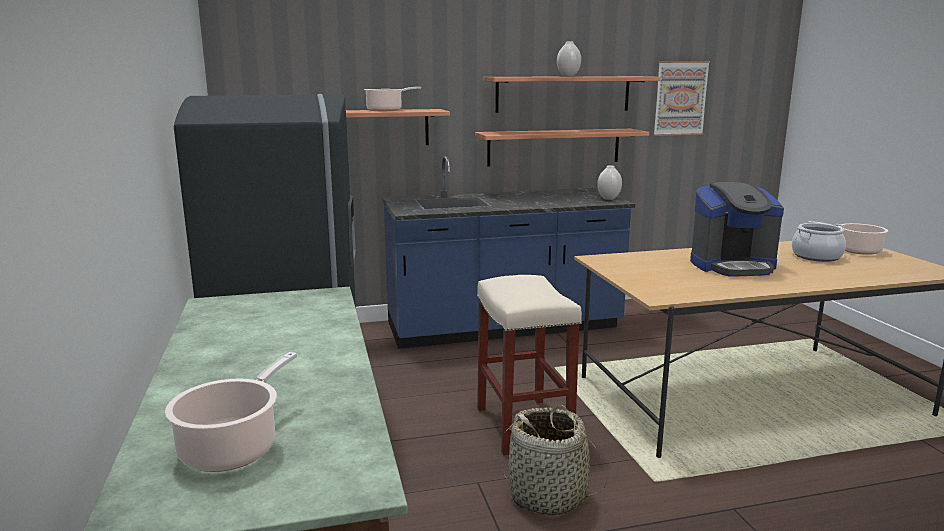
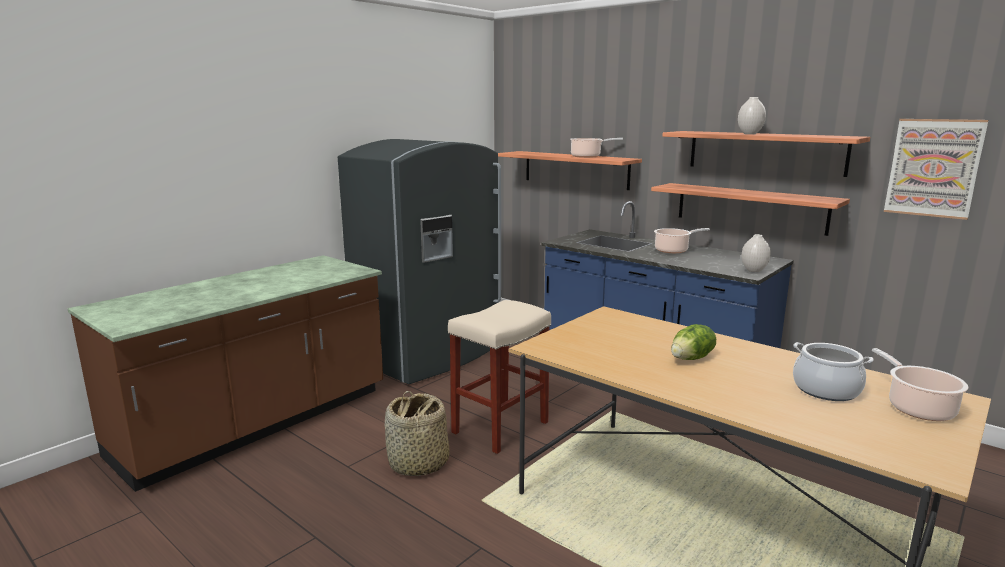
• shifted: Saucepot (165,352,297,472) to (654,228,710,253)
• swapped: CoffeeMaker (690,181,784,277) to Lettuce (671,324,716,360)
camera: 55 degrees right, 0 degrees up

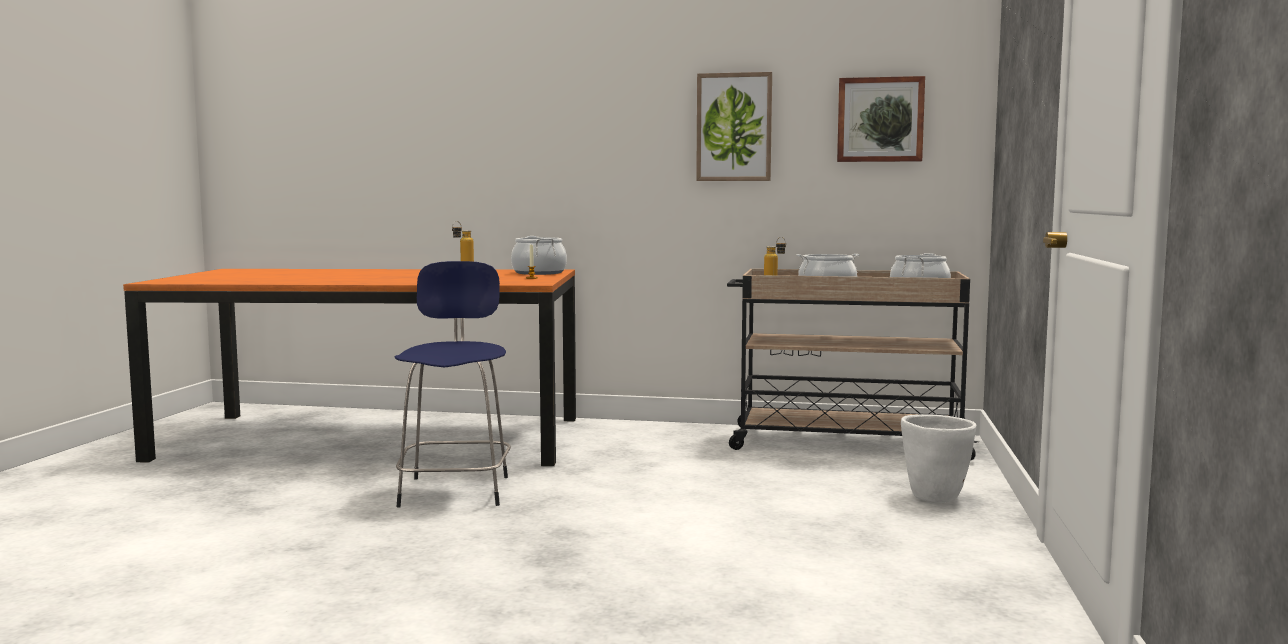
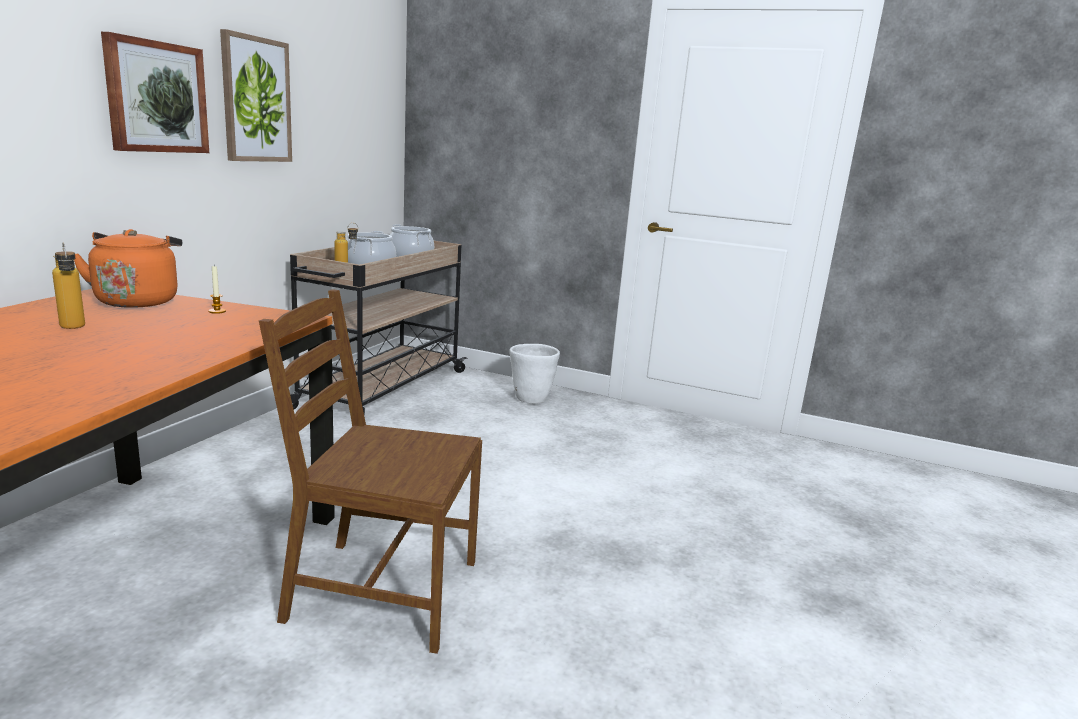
• swapped: Saucepot (511,236,567,275) to OrangeColouredKettle (74,229,182,308)
• shifted: WallArt (837,76,925,162) to (101,32,209,153)
• swapped: BlueStoolSeat (394,261,511,508) to BrownishUprightChair (259,289,482,654)
camera: 80 degrees left, 10 degrees up

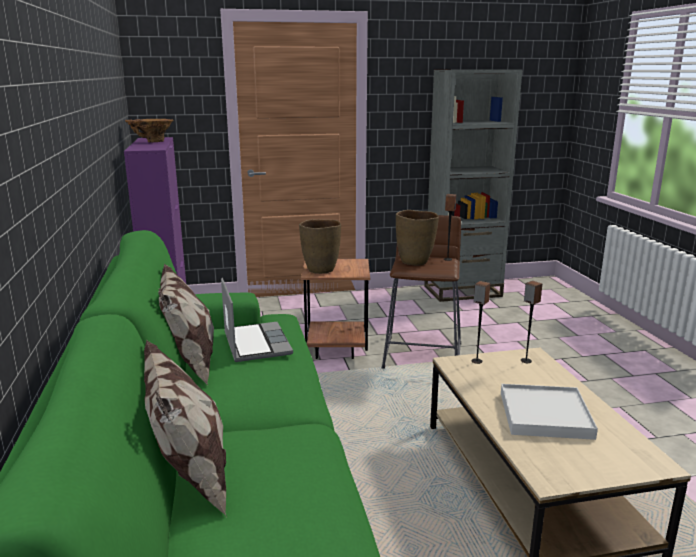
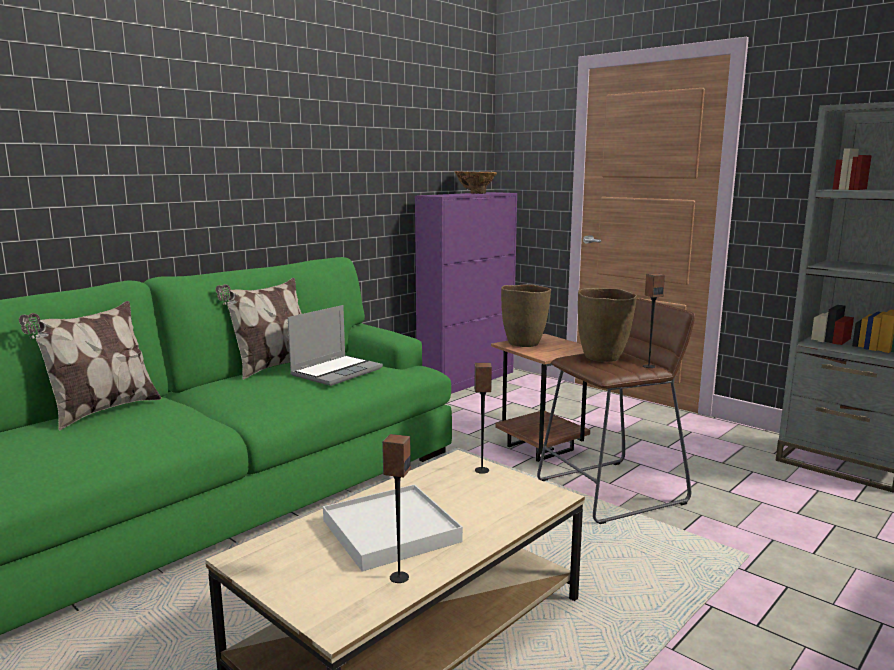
• shifted: Speaker (521,281,542,363) to (382,434,411,583)
camera: 55 degrees right, 5 degrees down

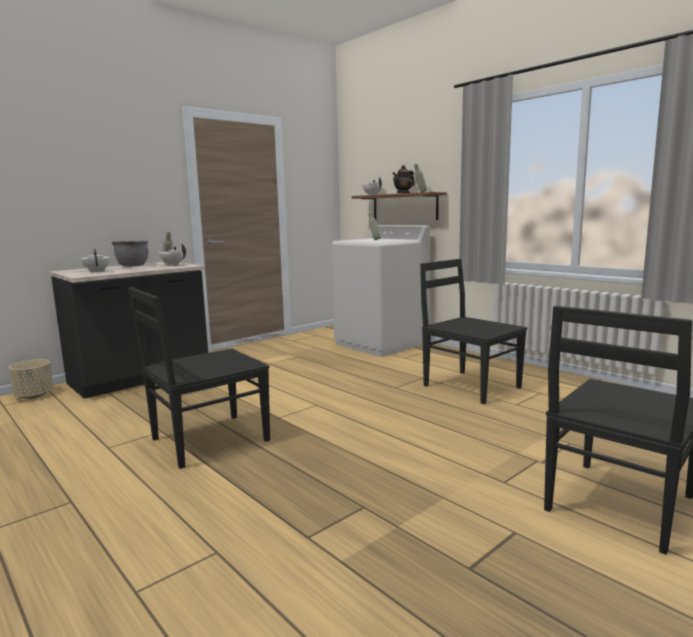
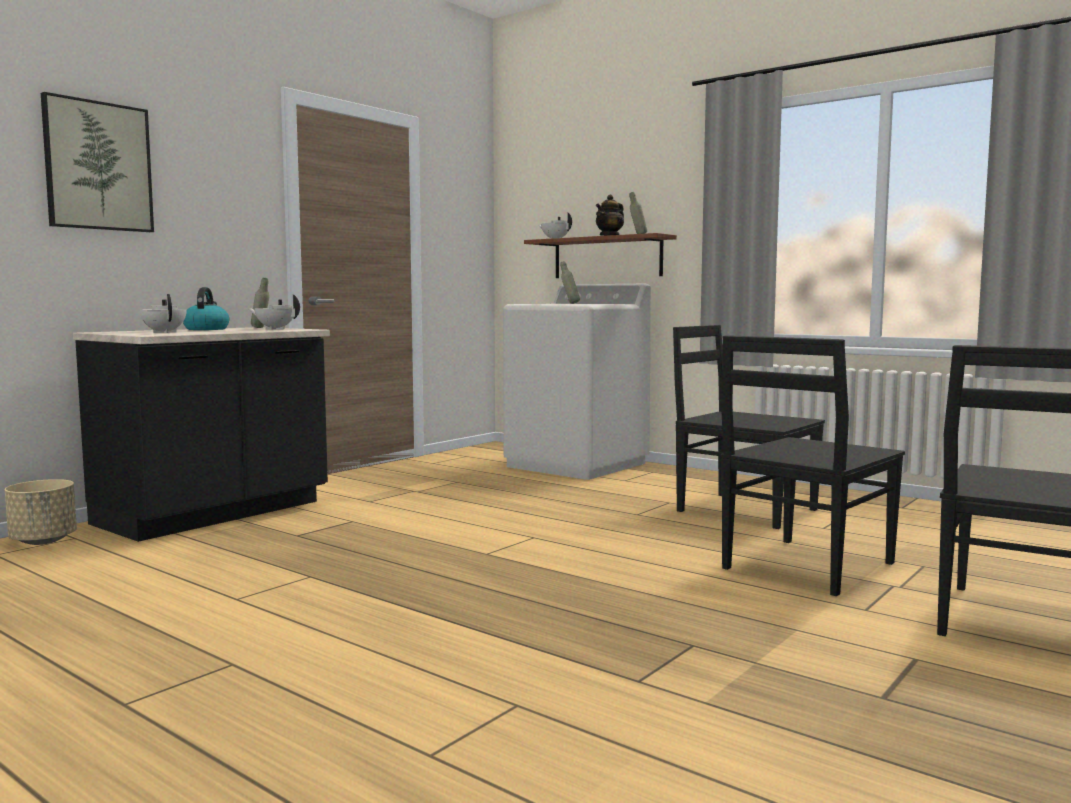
• new: WallArt (41,92,154,232)
• swapped: GreySaucepot (111,241,149,266) to Kettle (183,287,229,330)
• shifted: BlackishUprightChair (128,287,270,469) to (721,335,905,596)
camera: 10 degrees left, 5 degrees down

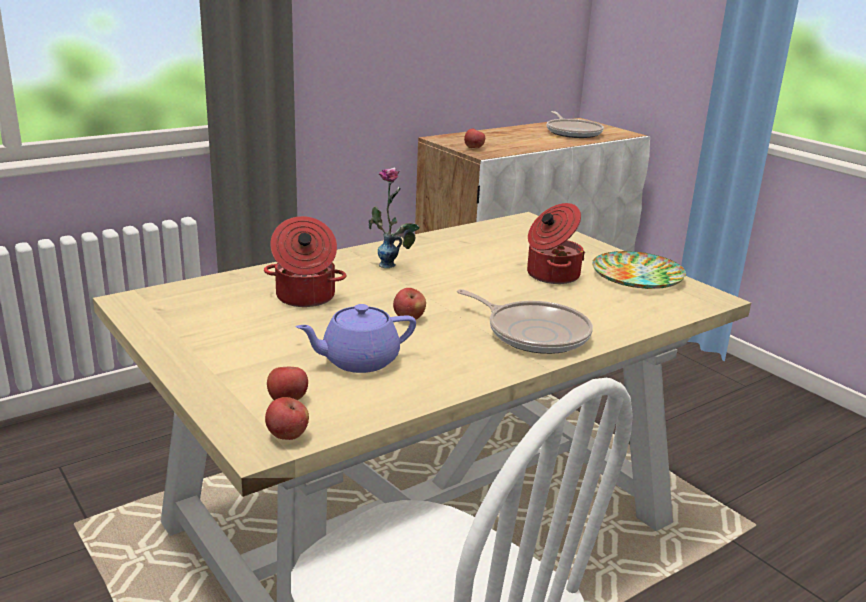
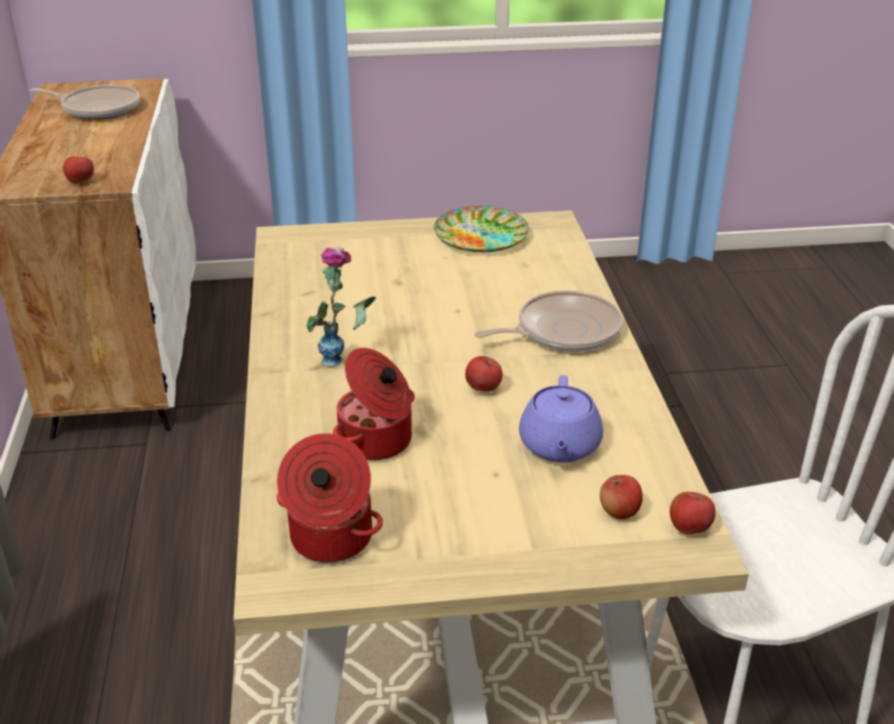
• shifted: Saucepot (527,203,585,284) to (277,433,383,563)
camera: 60 degrees left, 10 degrees up

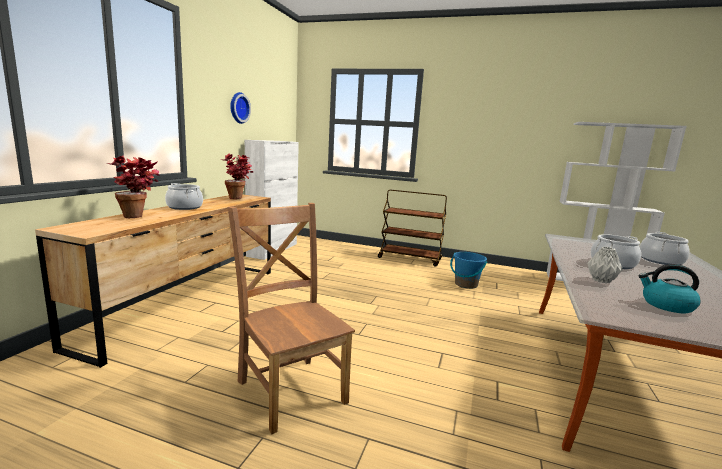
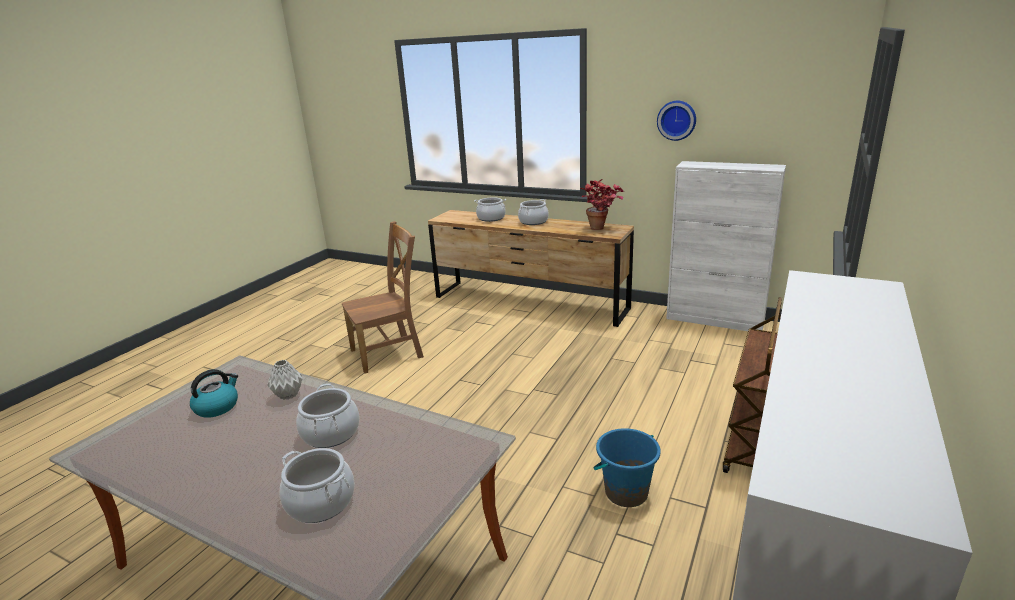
• swapped: Houseplant (108,155,159,218) to Saucepot (474,197,506,222)
camera: 100 degrees right, 10 degrees up

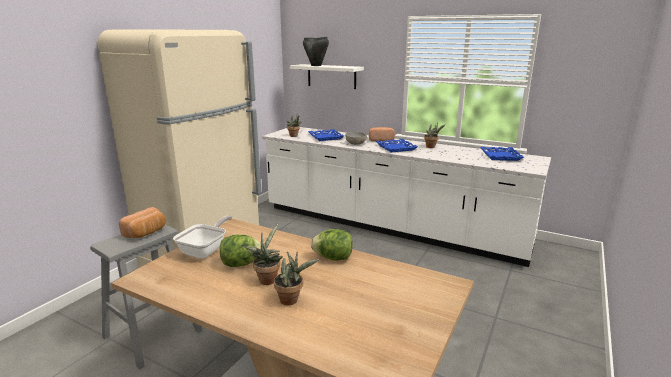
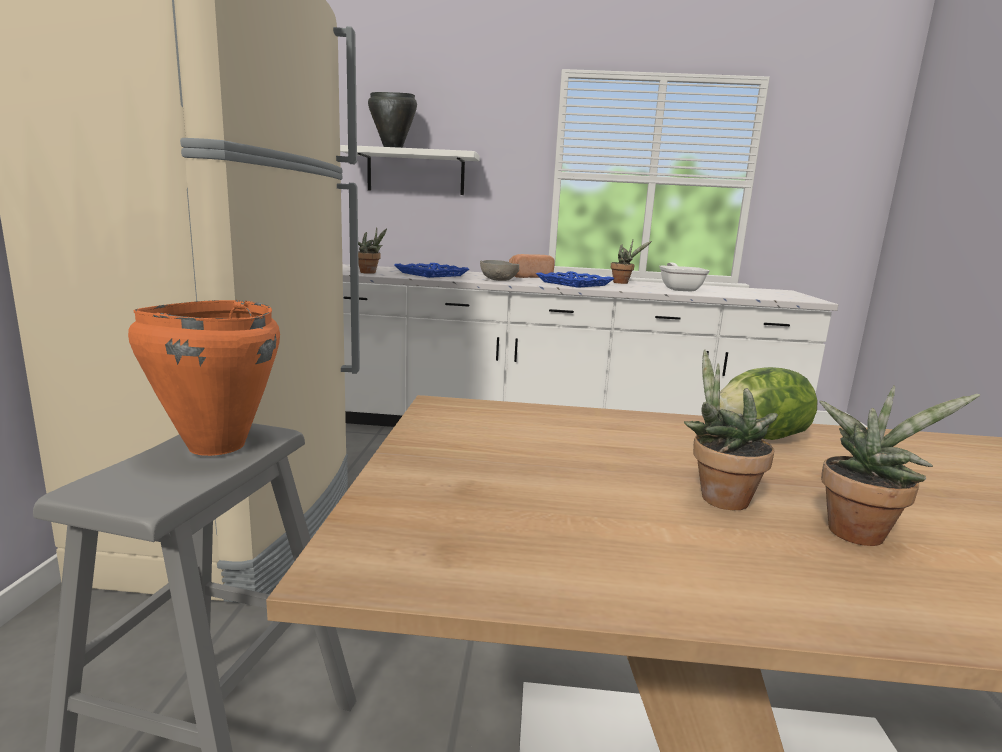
• swapped: BakeryBread (119,207,166,238) to OrangeColouredSaucepot (128,300,280,456)
• shifted: Pan (173,215,232,259) to (659,263,710,292)
• gone: Lettuce (220,234,261,267)
• gone: BlueCarryingTray (480,147,524,161)
camera: 25 degrees left, 5 degrees down

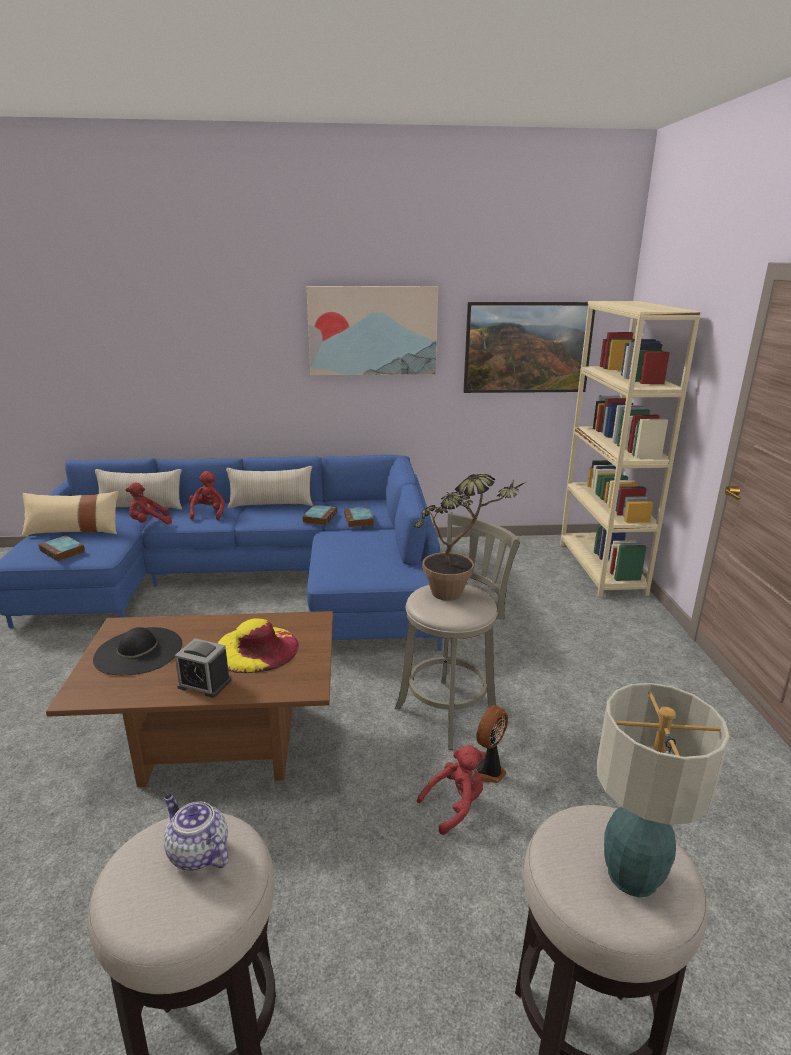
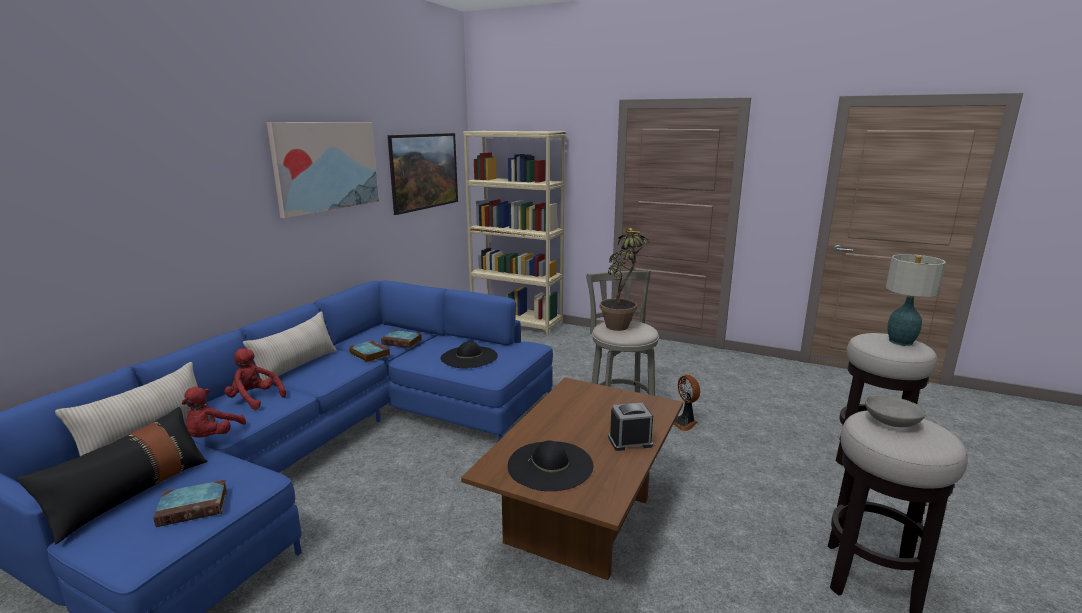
• repainted: BeigeColouredPillow (22,491,119,536) to BlackishPillow (17,407,208,544)
• new: BlackishClothingHat (440,341,498,369)
• rotated: AlarmClock (175,638,231,698) = (608,403,653,451) 150 degrees counterclockwise
• swapped: PotForTea (164,794,229,871) to GreyServingBowl (865,395,926,427)
• gone: YellowishClothingHat (218,618,299,673)
• gone: RedPlushToy (417,745,485,835)
camera: 60 degrees left, 5 degrees down

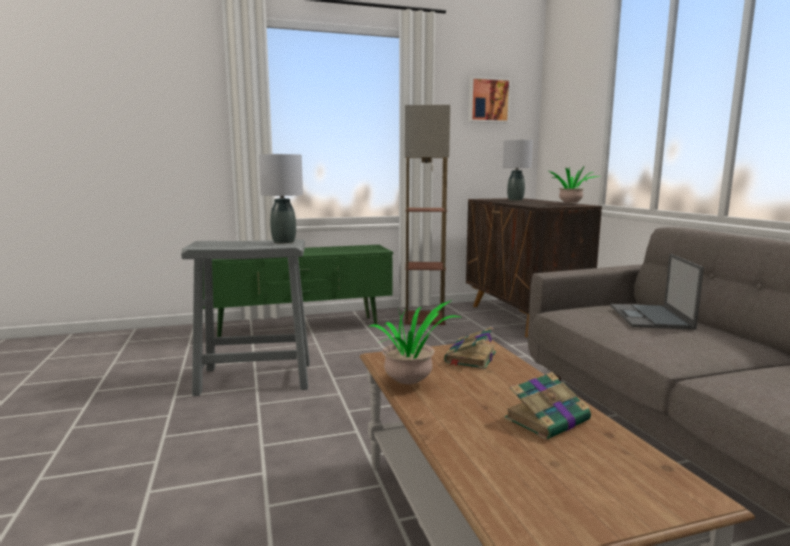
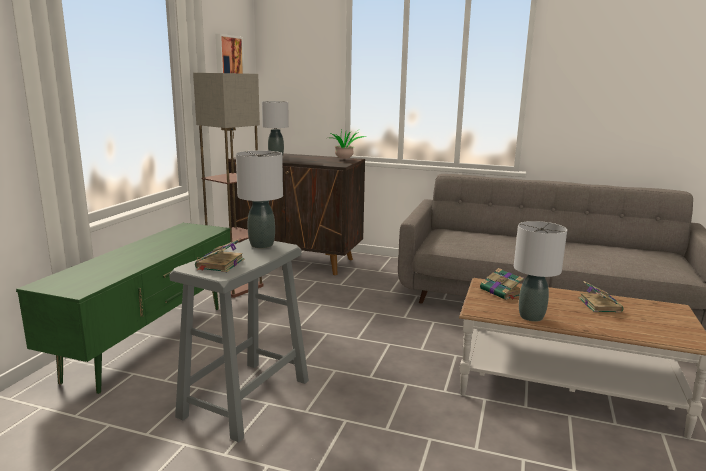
• new: Volume (195,239,244,272)
• swapped: Houseplant (368,300,460,384) to GreyTabletopLamp (514,221,567,322)
• gone: PortableComputer (610,254,704,330)
camera: 55 degrees left, 5 degrees up

